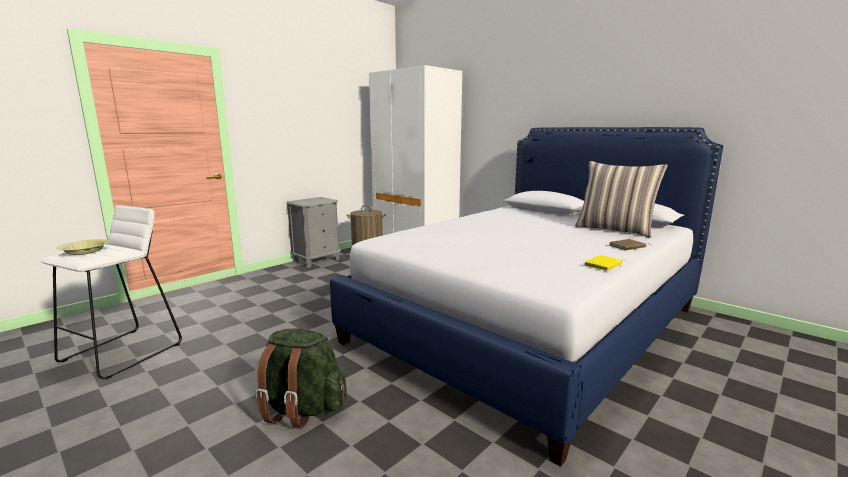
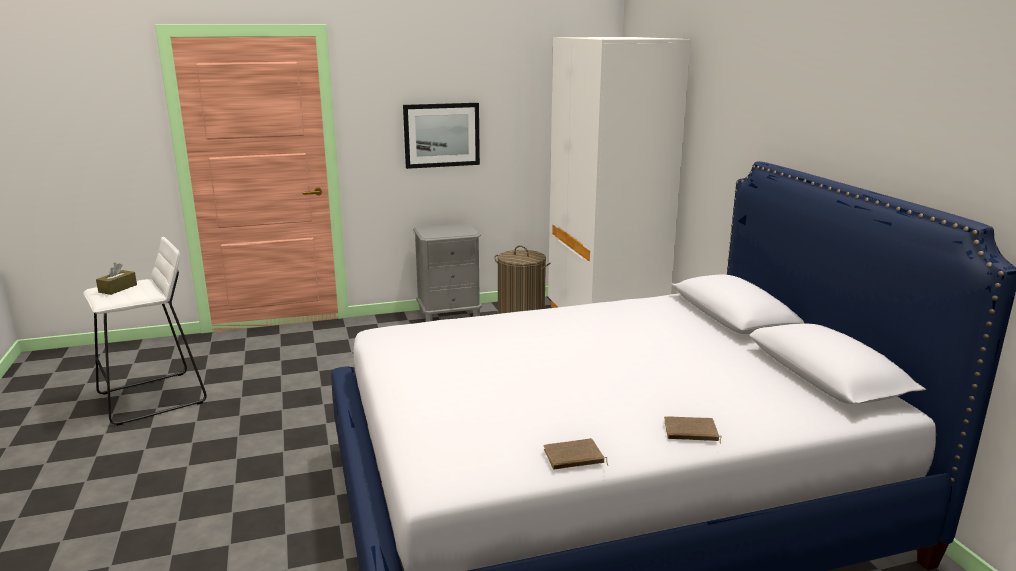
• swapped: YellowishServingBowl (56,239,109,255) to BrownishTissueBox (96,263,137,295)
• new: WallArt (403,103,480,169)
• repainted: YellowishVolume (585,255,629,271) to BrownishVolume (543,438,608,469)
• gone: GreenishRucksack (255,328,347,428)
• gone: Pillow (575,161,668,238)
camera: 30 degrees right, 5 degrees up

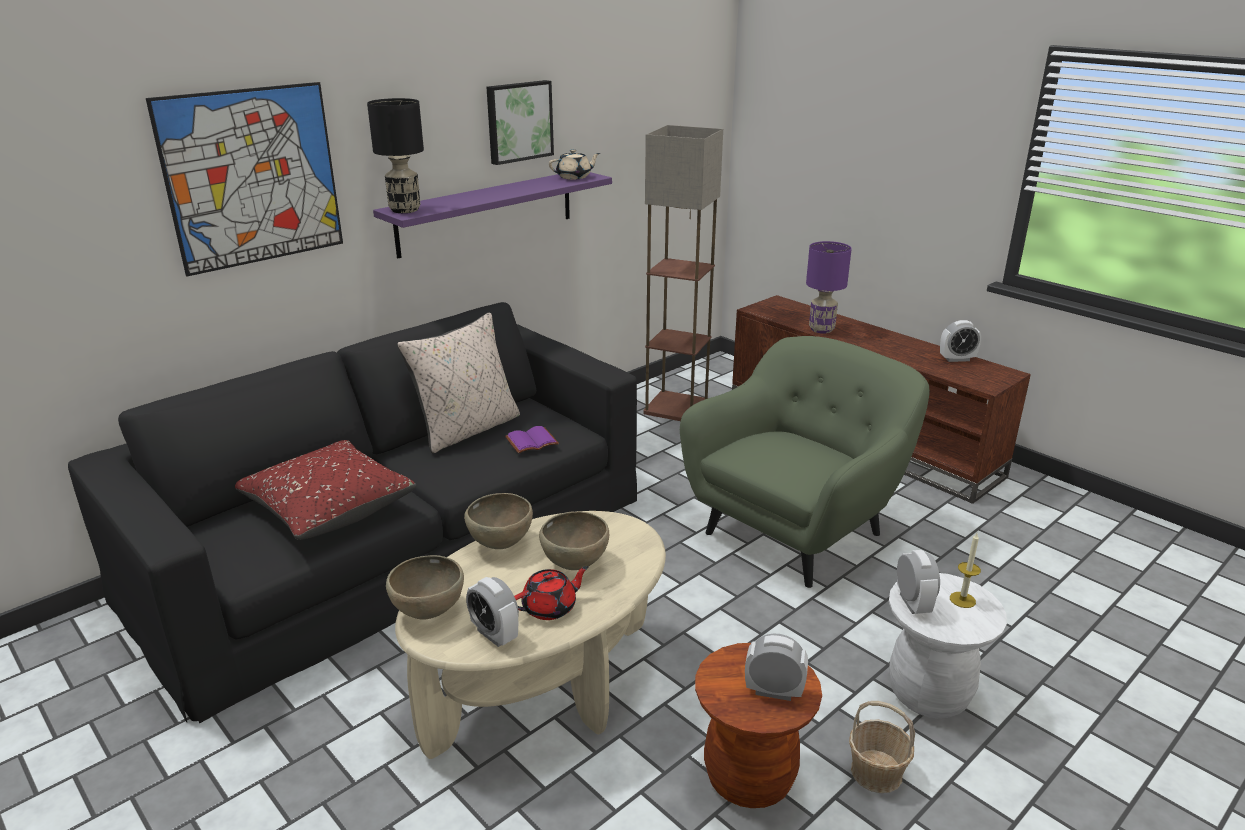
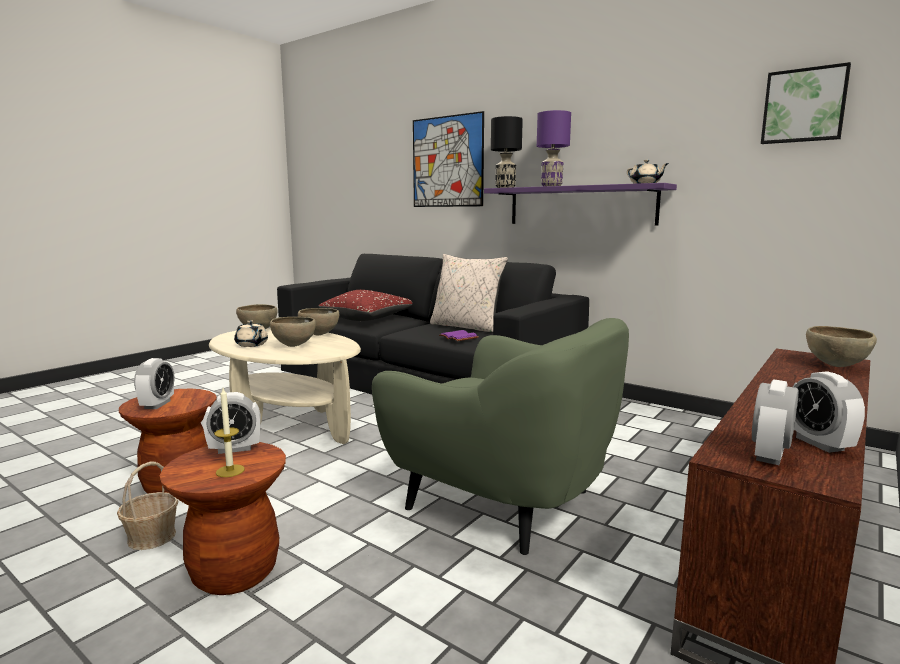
• repainted: WhiteColouredStoolSeat (889,573,1007,718) to BrownishStoolSeat (159,442,286,595)
• repainted: RedPotForTea (514,566,589,620) to BeigeColouredPotForTea (234,320,268,347)
• shifted: PurpleTabletopLamp (806,241,852,334) to (537,110,571,186)
• shifted: AlarmClock (466,577,519,647) to (752,379,799,465)
• shifted: WallArt (486,80,554,165) to (761,62,851,144)
• new: BrownishServingBowl (806,326,877,367)
• gone: StandingLamp (643,125,723,421)
camera: 80 degrees right, 15 degrees down

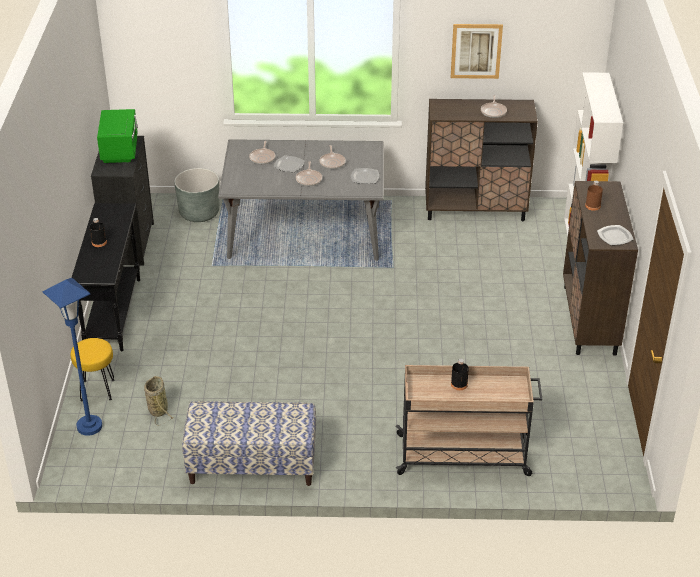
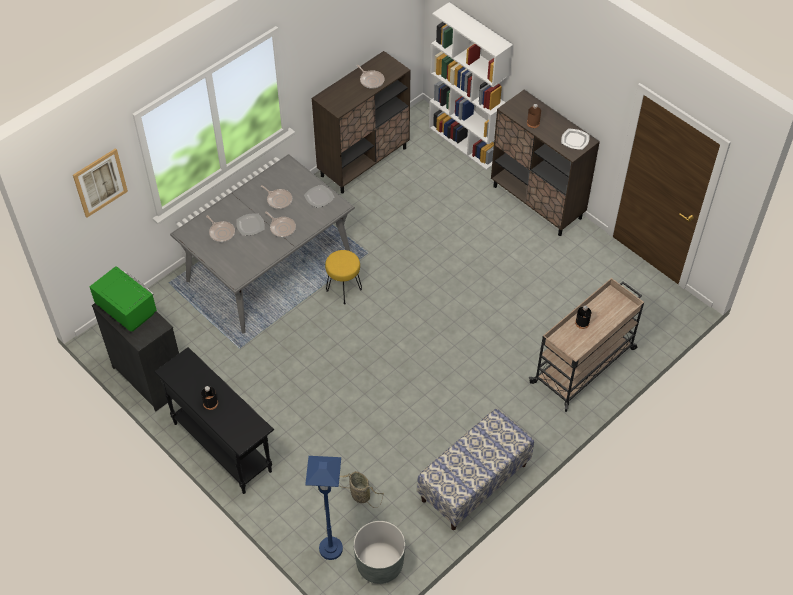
• shifted: WallArt (451,24,503,79) to (73,148,128,218)
• shifted: YellowishStoolSeat (71,338,114,401) to (325,250,362,305)
• shifted: GreyPlanter (174,168,219,222) to (353,521,406,584)
camera: 45 degrees left, 15 degrees up

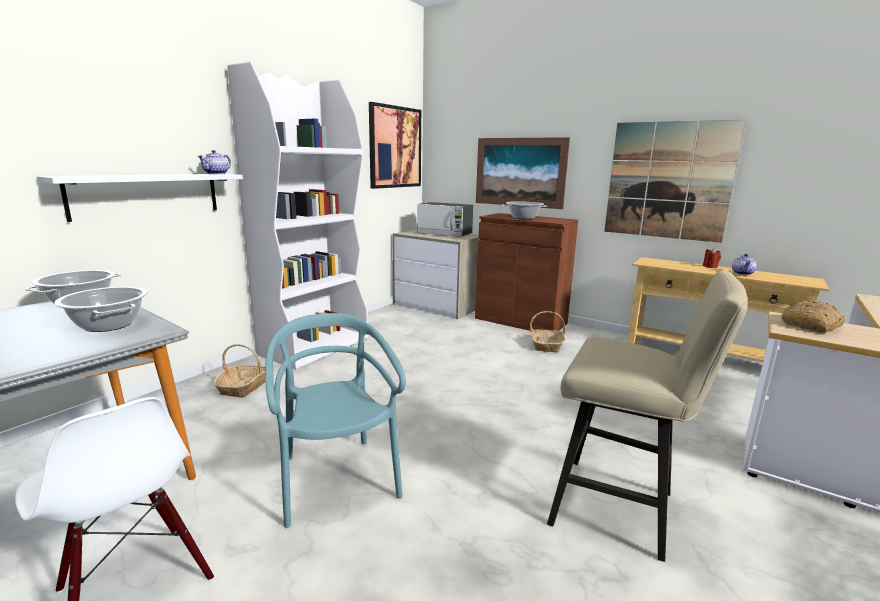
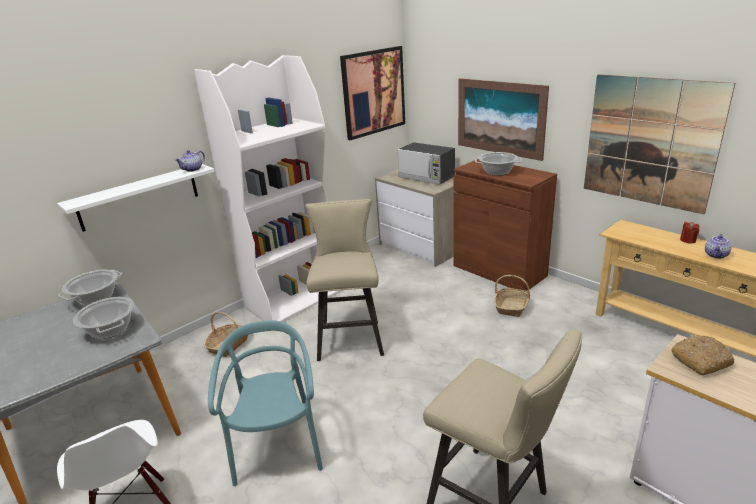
• new: BeigeColouredStoolSeat (305,199,384,361)
camera: 15 degrees right, 10 degrees up

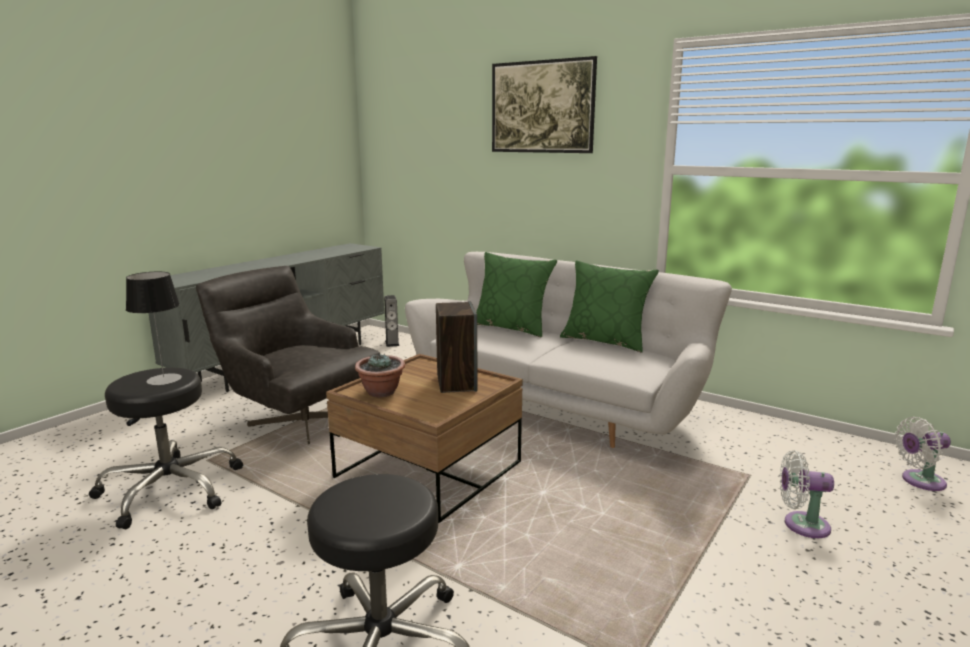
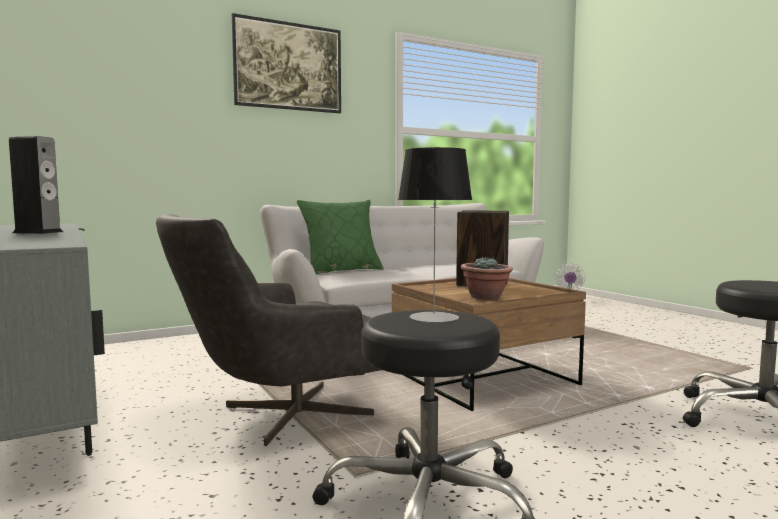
• shifted: Speaker (384,295,399,347) to (9,136,63,234)
• gone: GreenishPillow (560,260,659,353)
• gone: WhiteColouredFan (780,451,834,538)
camera: 65 degrees left, 10 degrees down

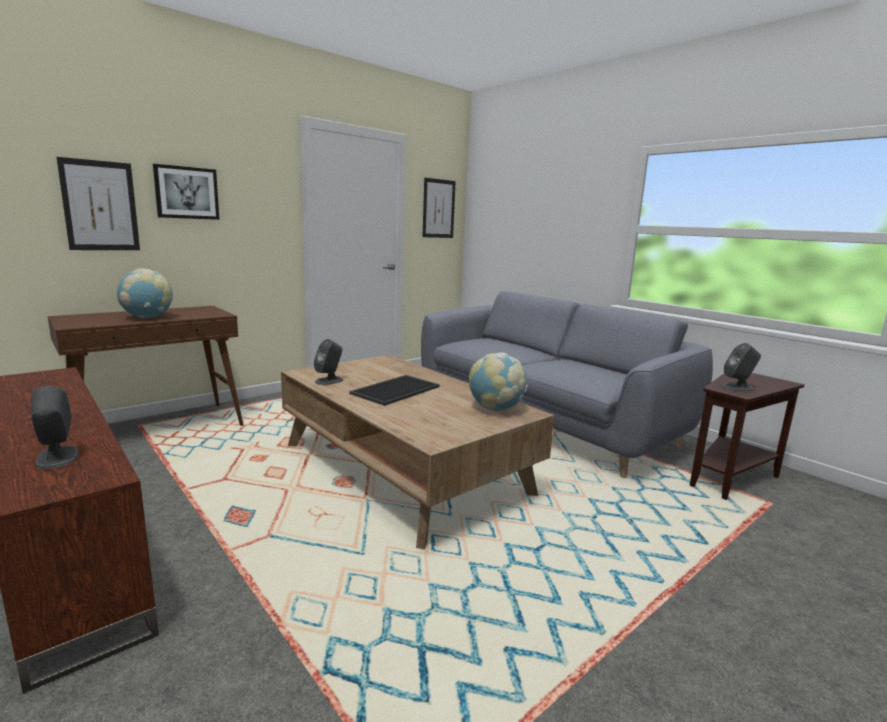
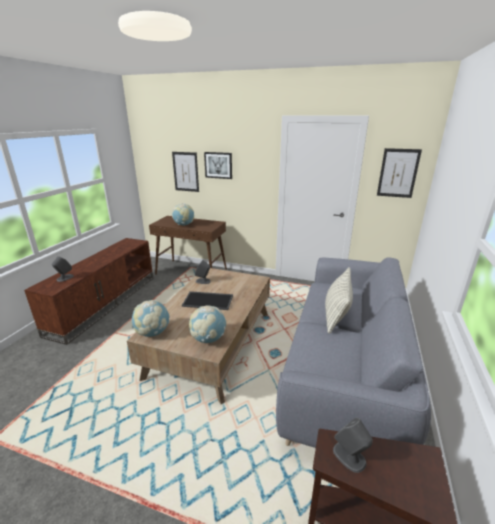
• new: DeskGlobe (132,300,170,337)
• new: Pillow (325,267,353,334)
camera: 60 degrees right, 10 degrees up

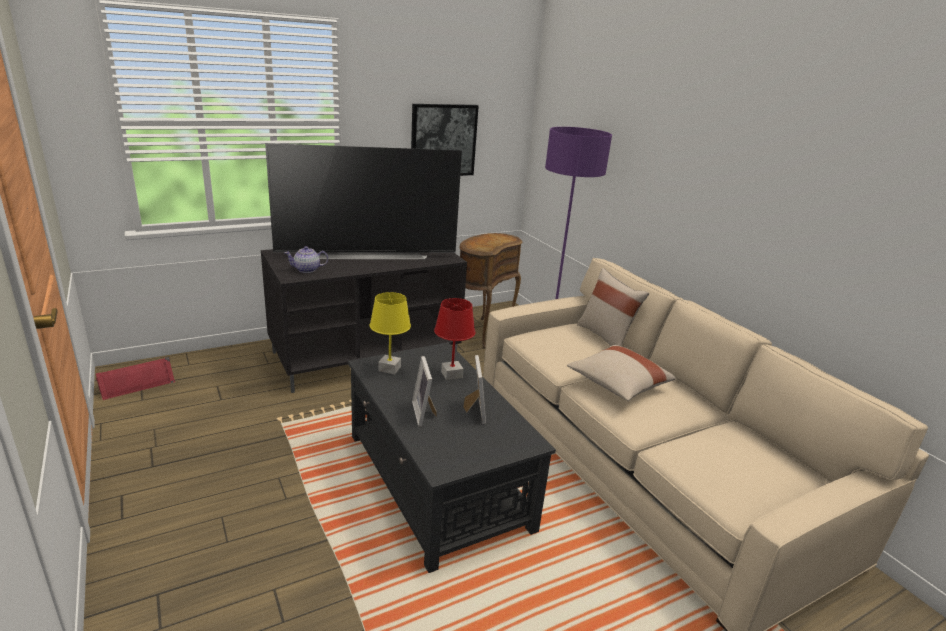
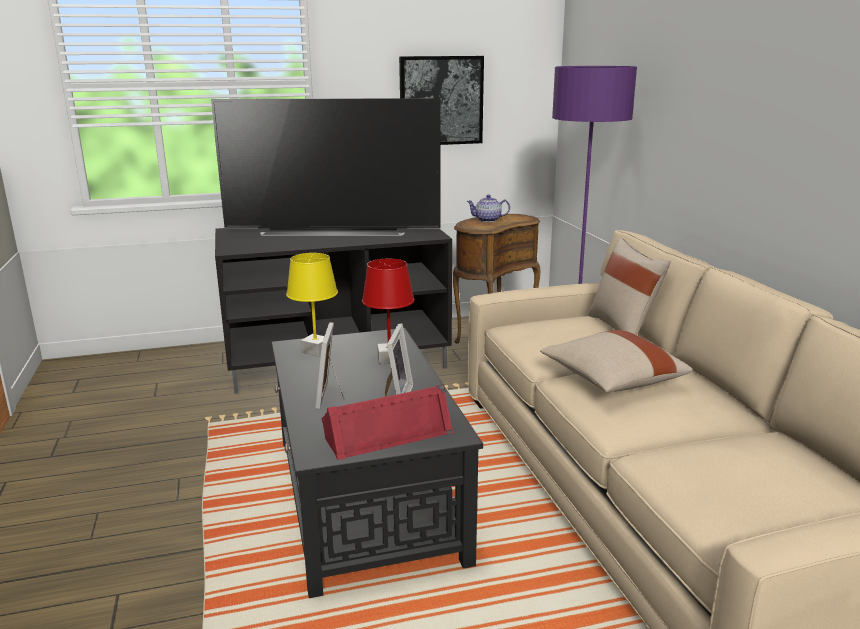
• shifted: RedSpeaker (96,357,175,400) to (322,384,453,460)
• shifted: PotForTea (284,246,328,273) to (466,195,510,222)
camera: 15 degrees right, 5 degrees down

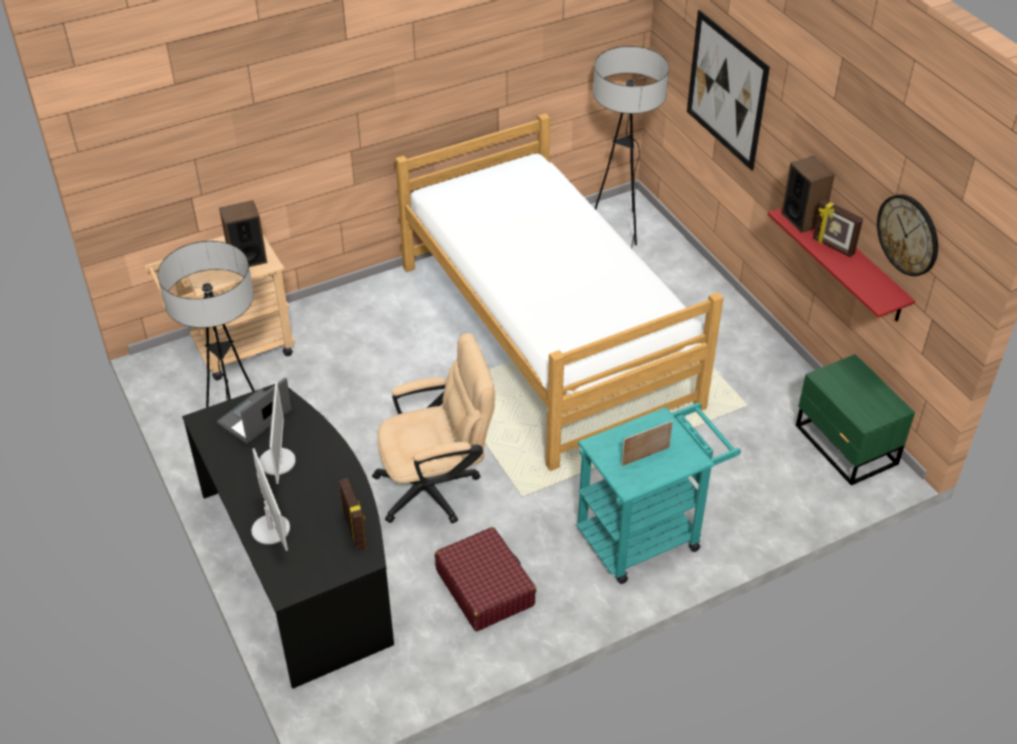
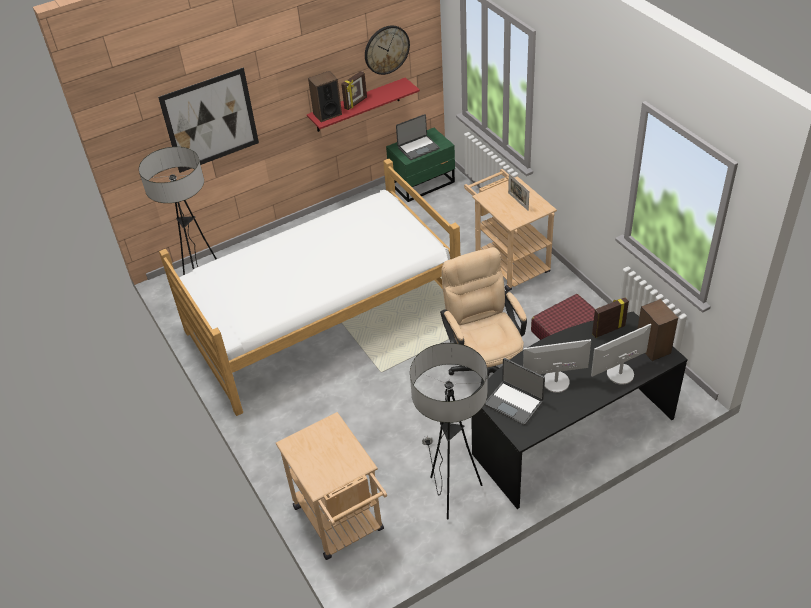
• new: PortableComputer (396,114,440,160)
• repainted: TurquoiseWheeledCart (576,403,741,584) to BeigeColouredWheeledCart (464,169,557,291)
• shifted: Speaker (219,200,267,267) to (638,299,678,361)
camera: 90 degrees left, 0 degrees up

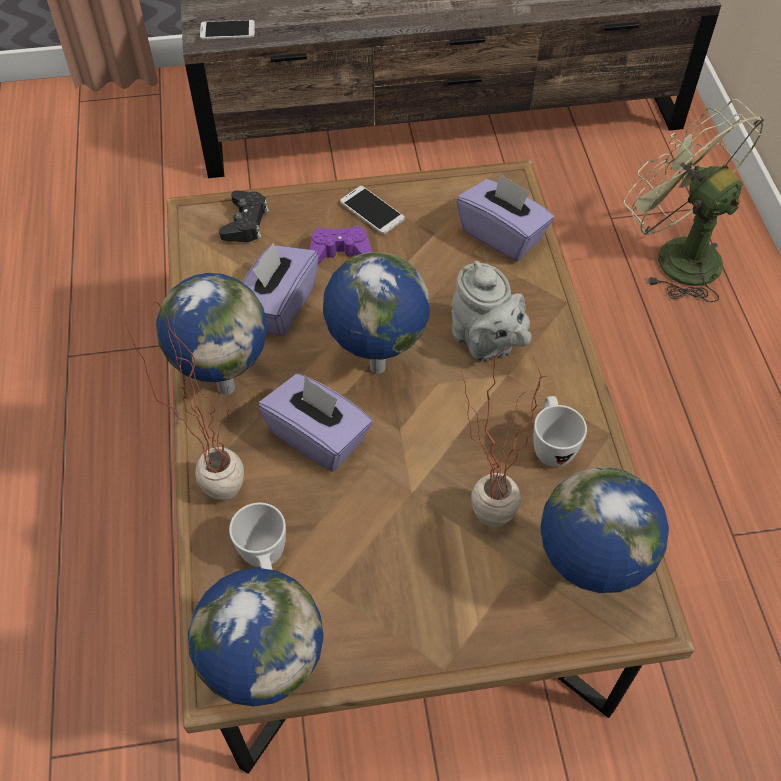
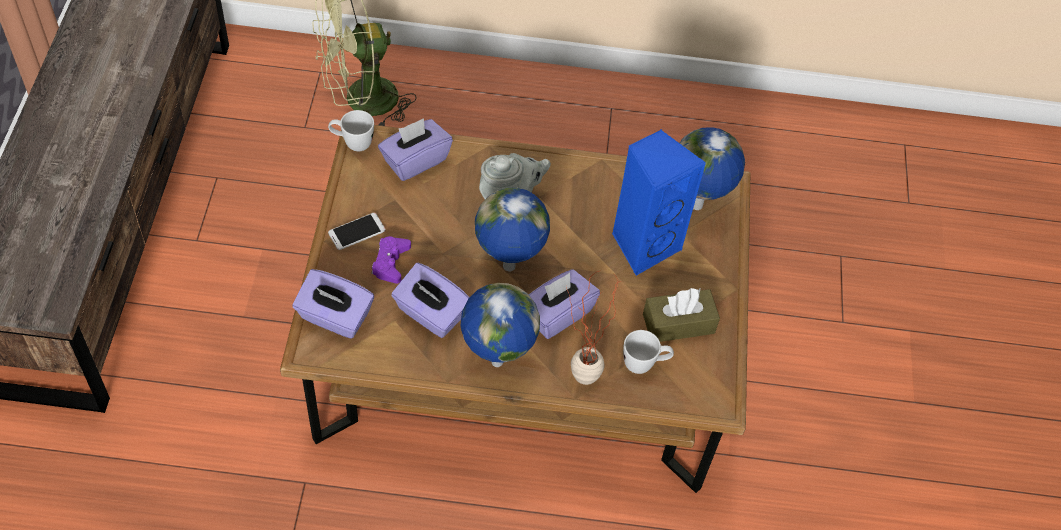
• swapped: BlackishGamepad (219,190,269,242) to PurpleTissueBox (293,269,374,339)
• shifted: WhiteColouredMug (533,396,587,467) to (328,110,374,151)
• swapped: Houseplant (461,348,546,527) to BlueSpeaker (612,129,706,276)
• new: BrownishTissueBox (643,288,720,342)
• gone: DeskGlobe (188,568,324,707)
• gone: Handset (200,20,255,40)
camera: 80 degrees left, 0 degrees up

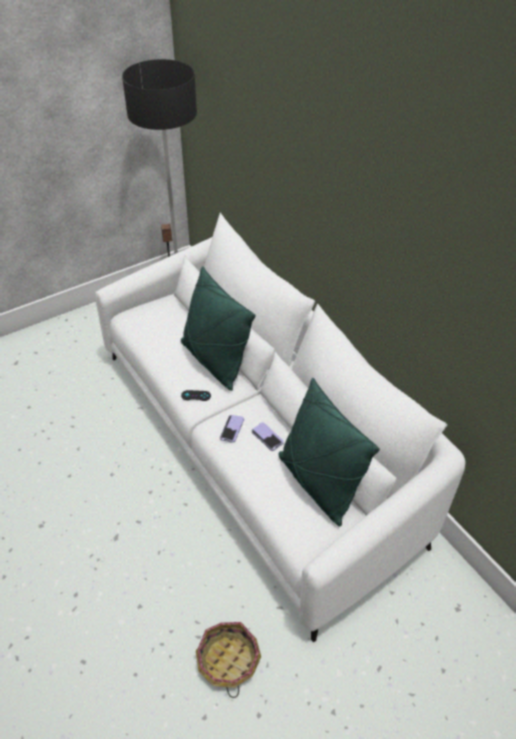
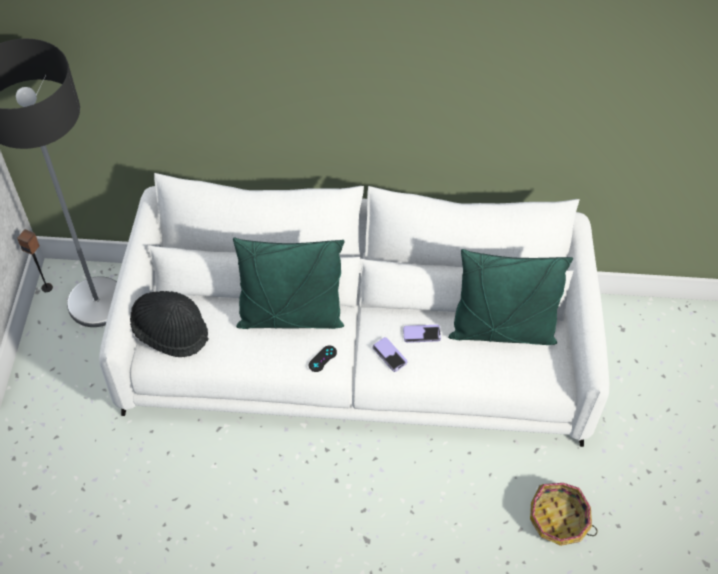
• new: BlackishClothingHat (130,291,209,357)
camera: 55 degrees left, 10 degrees up

